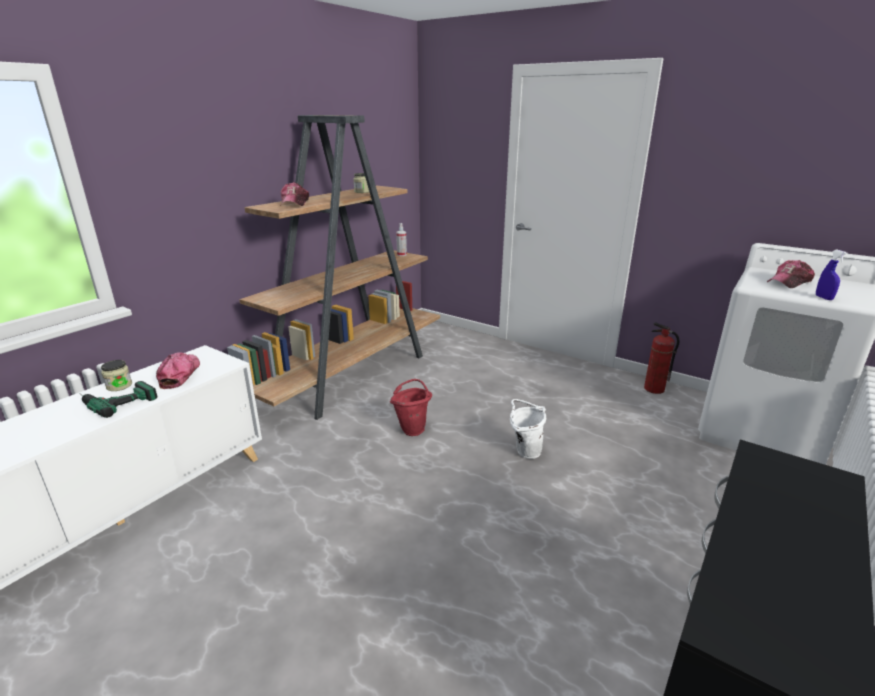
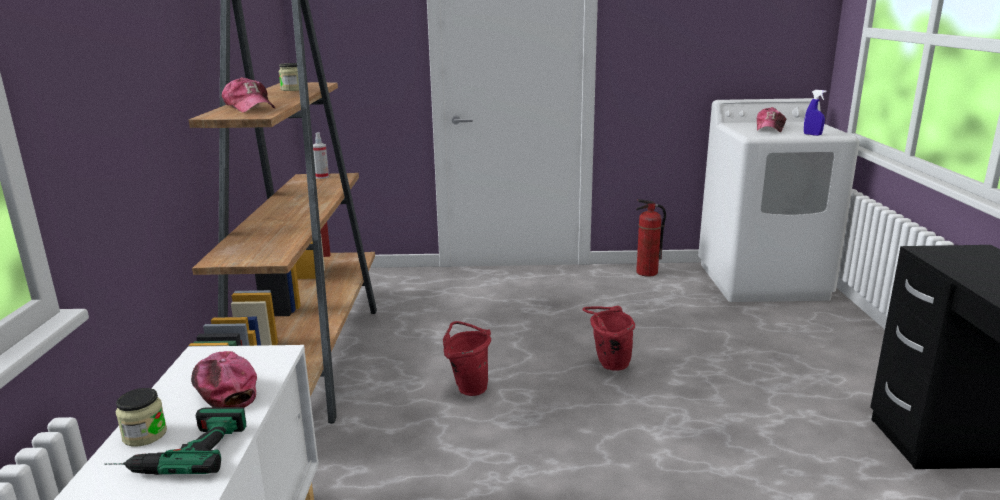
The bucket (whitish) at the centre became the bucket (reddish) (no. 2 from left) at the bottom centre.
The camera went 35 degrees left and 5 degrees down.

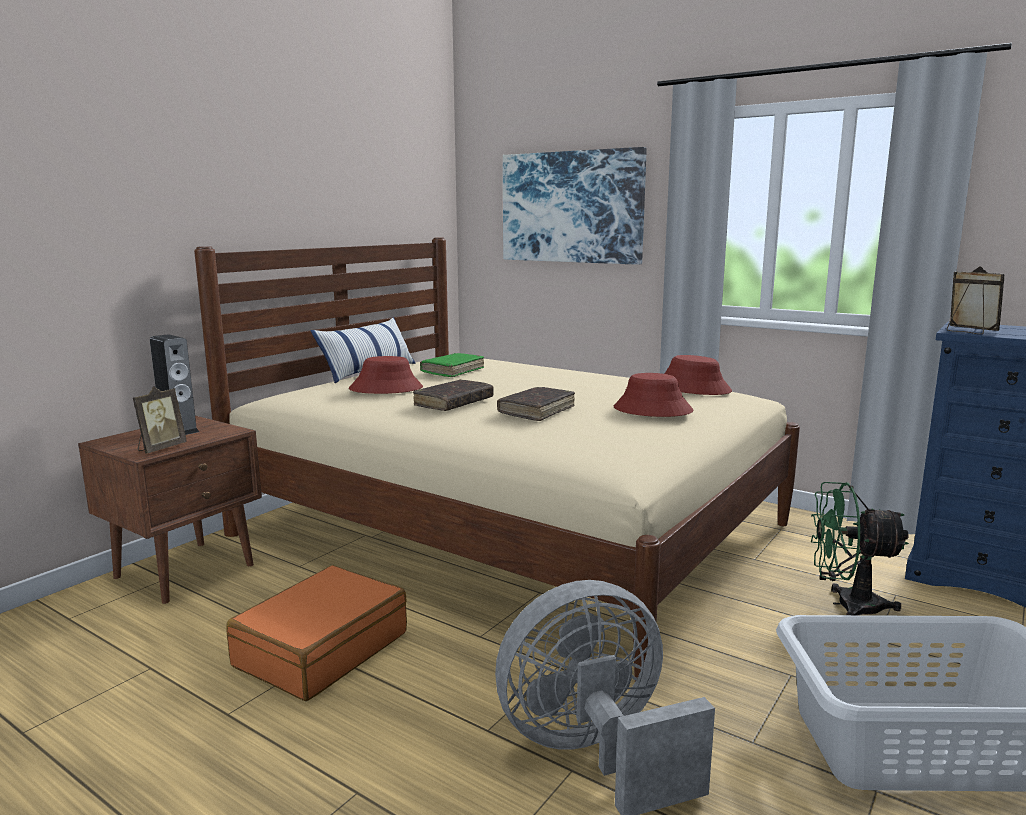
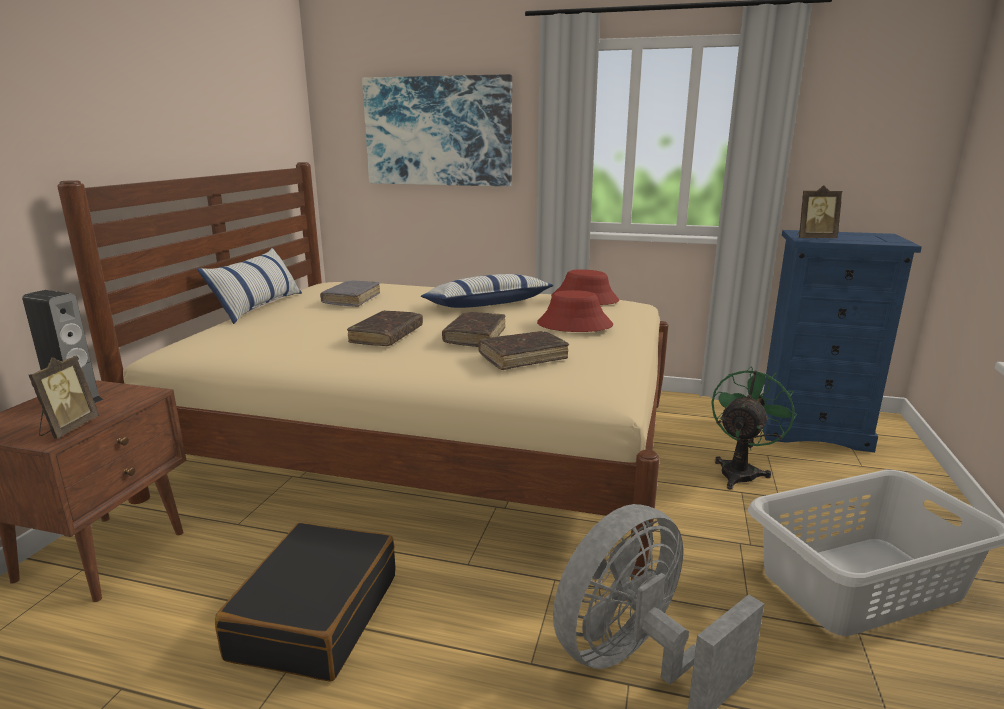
The suitcase (orangey) at the bottom left became the suitcase (black) at the bottom left.
The bound book (green) at the centre became the bound book (grey) at the centre.
The pillow (no. 2 from left) at the centre appeared.
The bound book (brownish) (no. 3 from left) at the centre appeared.
The electric fan (green) at the bottom right turned 135 degrees clockwise.
The picture frame (no. 2 from left) at the middle right turned 150 degrees clockwise.
The clothing hat (reddish) (no. 1 from left) at the centre disappeared.
The camera went 20 degrees left and 5 degrees up.

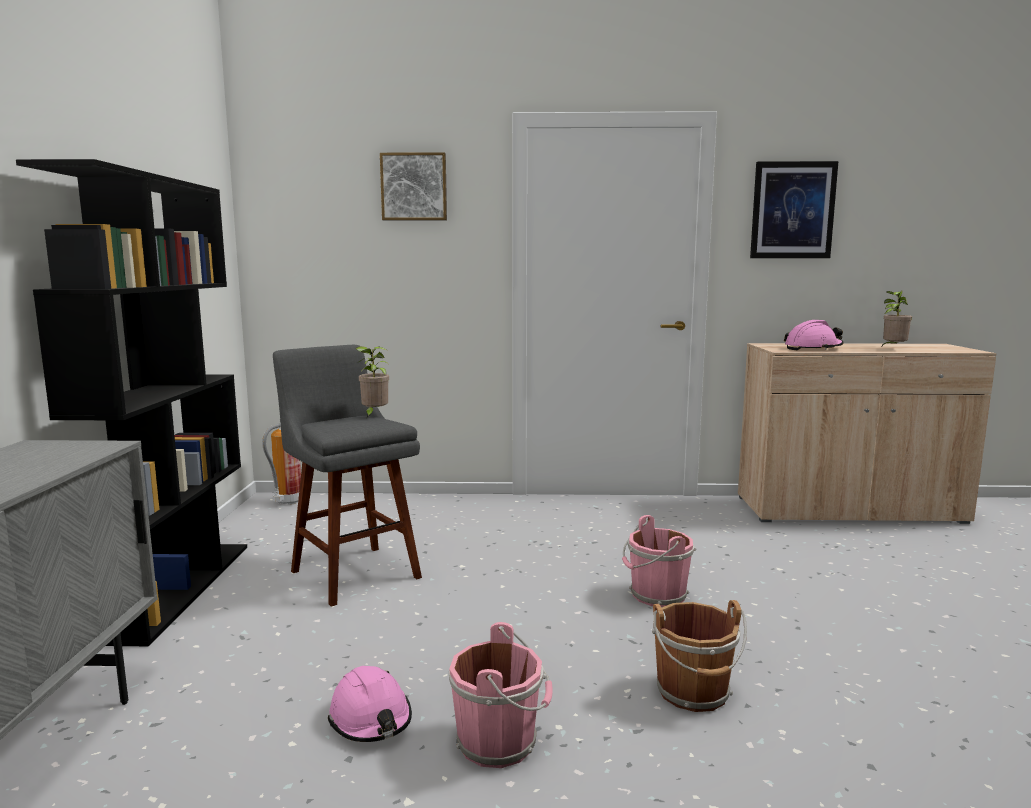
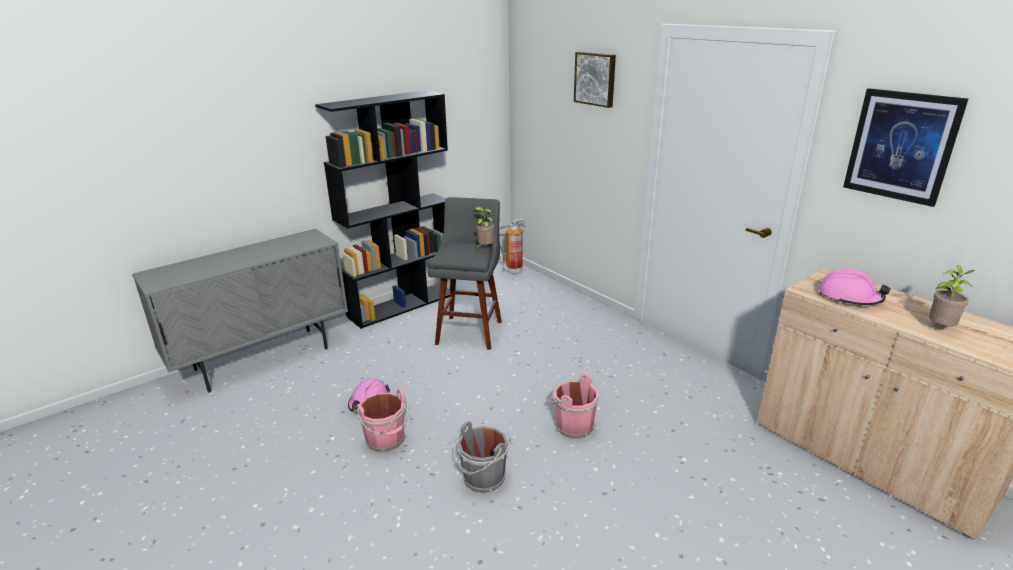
The bucket (brownish) at the bottom right became the bucket (grey) at the bottom centre.
The camera went 50 degrees right and 15 degrees up.

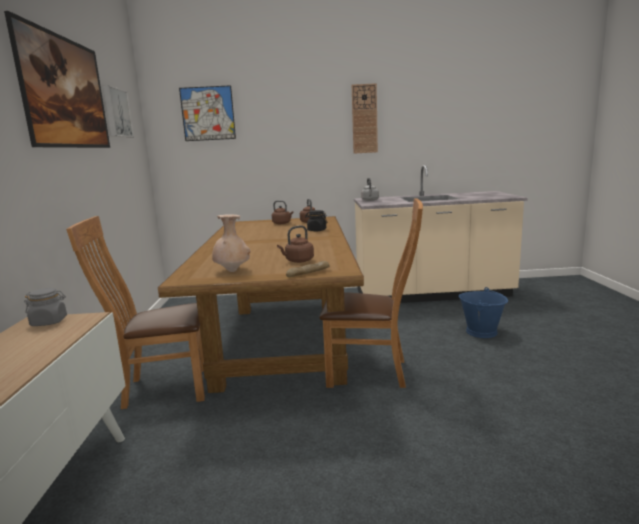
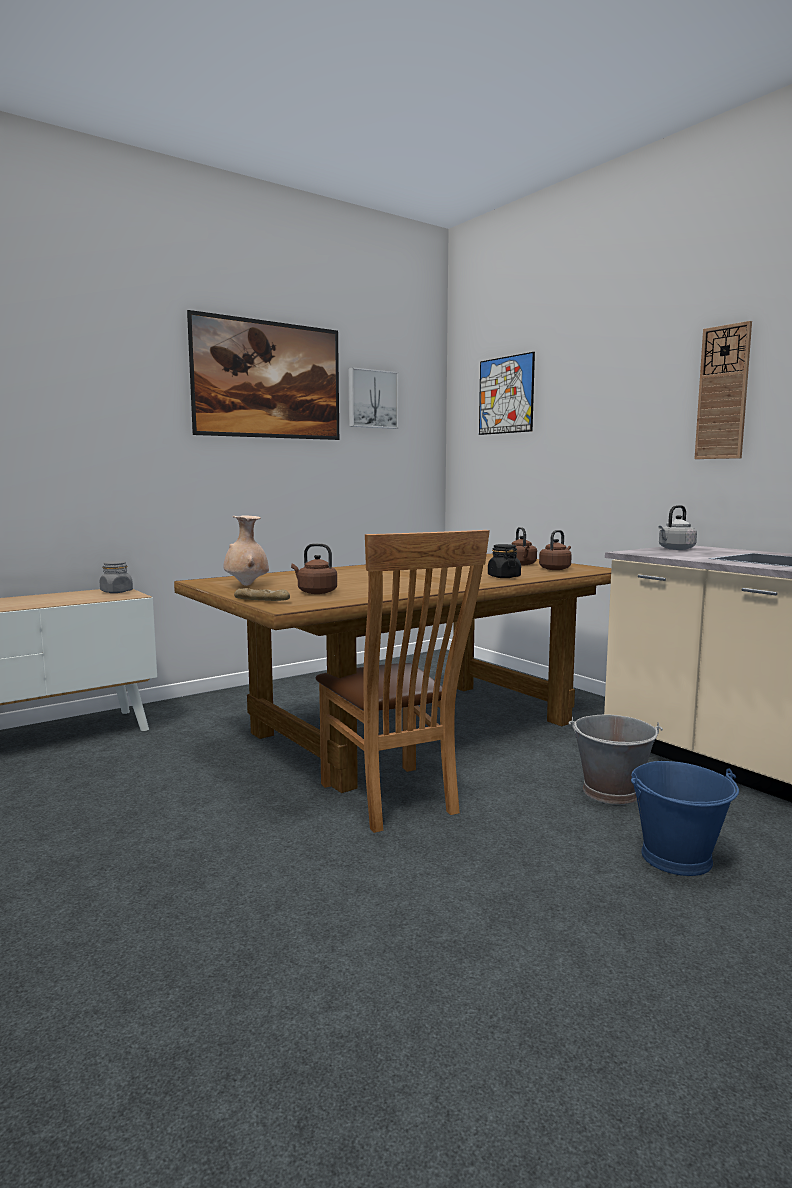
The bucket (grey) at the middle right appeared.
The upright chair (brownish) (no. 1 from left) at the middle left disappeared.
The camera went 55 degrees right and 5 degrees down.

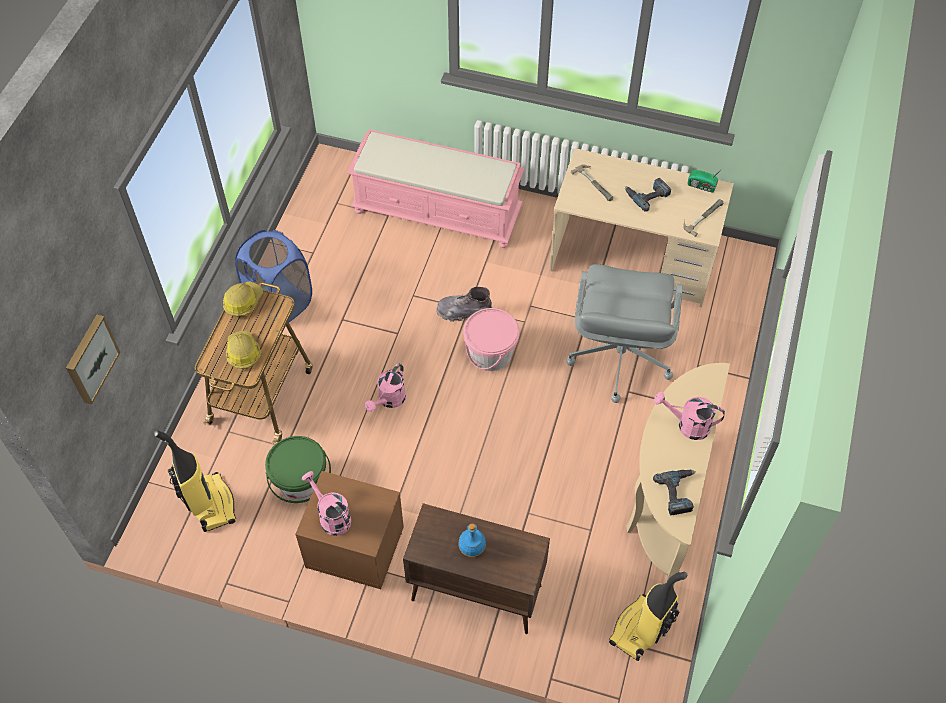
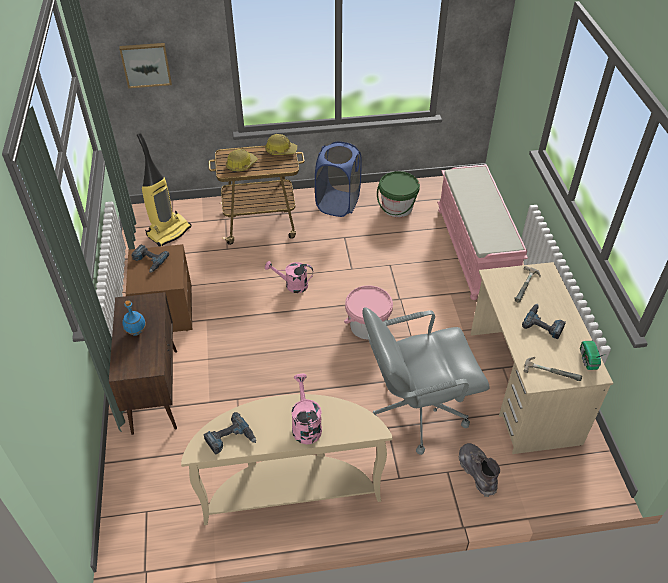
The watering can (pink-coloured) (no. 1 from left) at the bottom centre was replaced by the power drill (no. 1 from left) at the middle left.
The bucket (green) moved from the bottom left to the top centre.
The boot (grey) moved from the centre to the bottom right.
The vacuum (no. 2 from left) at the bottom right disappeared.
The camera went 65 degrees right and 10 degrees down.

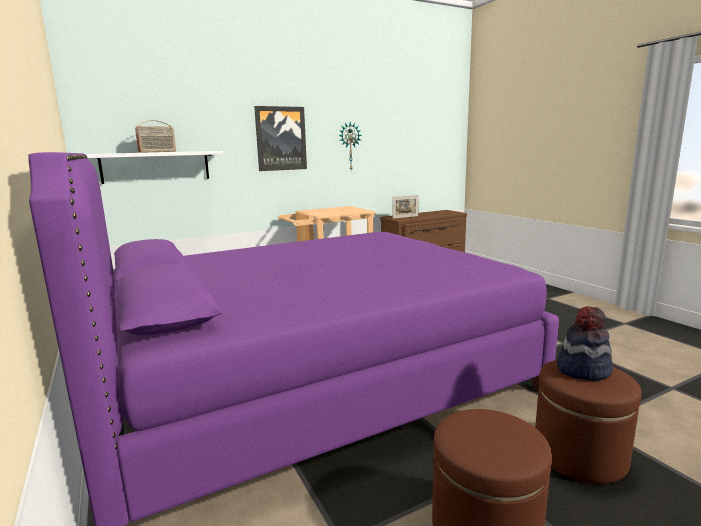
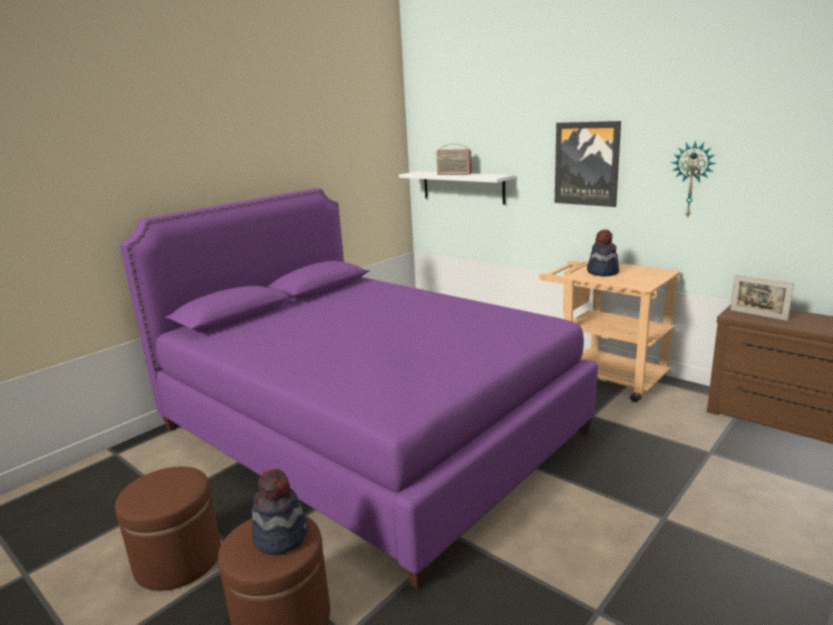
The clothing hat (no. 2 from left) at the middle right appeared.
The camera went 70 degrees right and 5 degrees up.

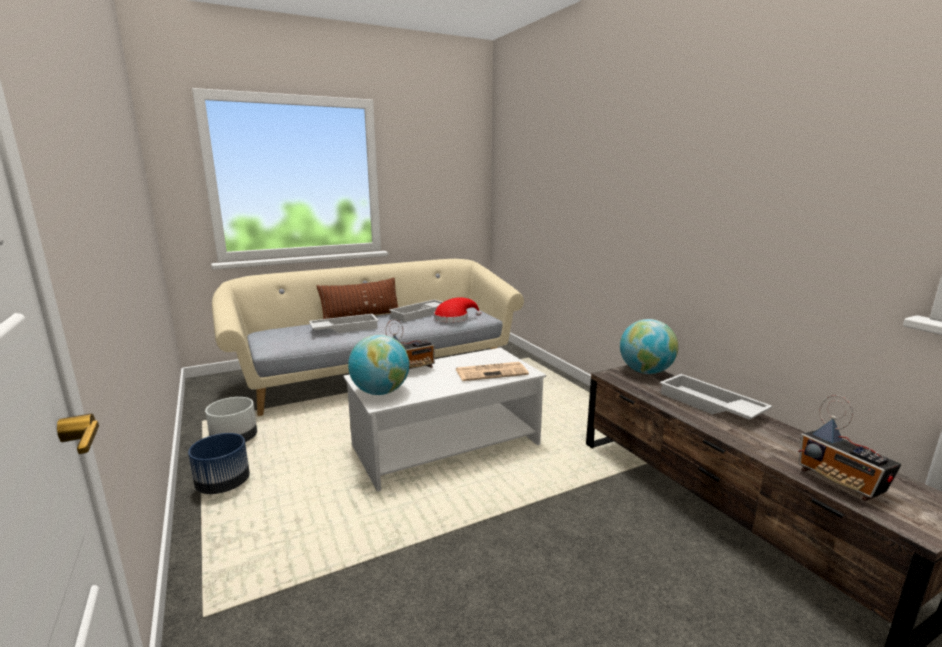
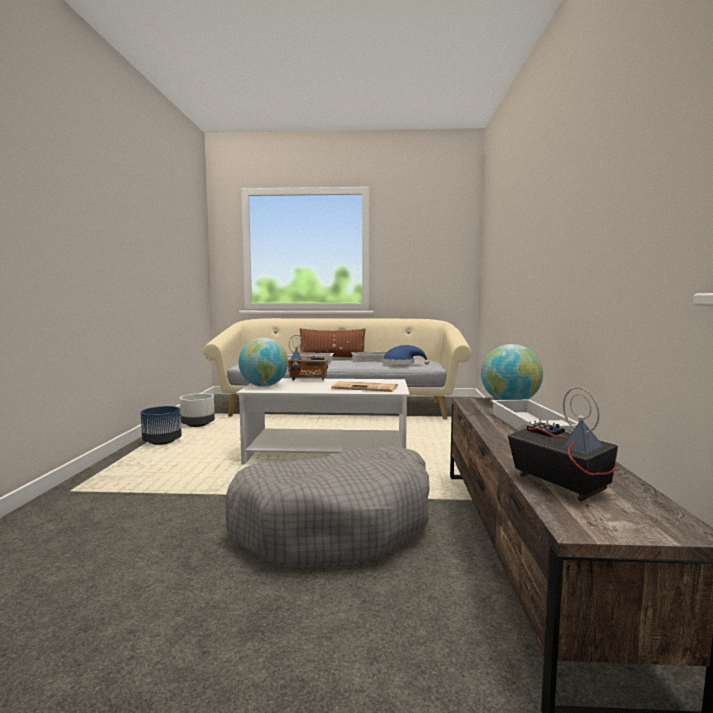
The dog cushion (grey) at the bottom centre appeared.
The clothing hat (reddish) at the centre became the clothing hat (blue) at the centre.
The radio set (no. 2 from left) at the bottom right turned 150 degrees clockwise.
The camera went 30 degrees right and 10 degrees down.

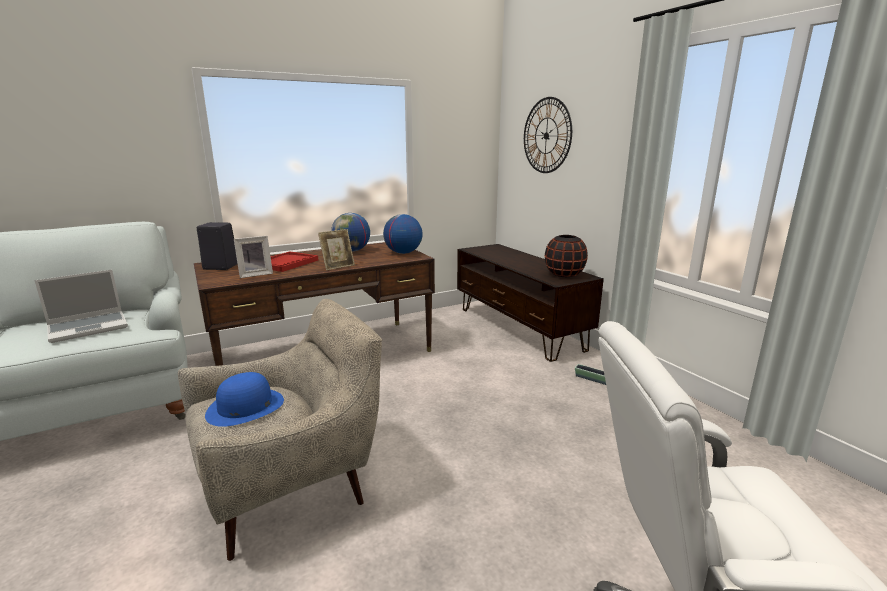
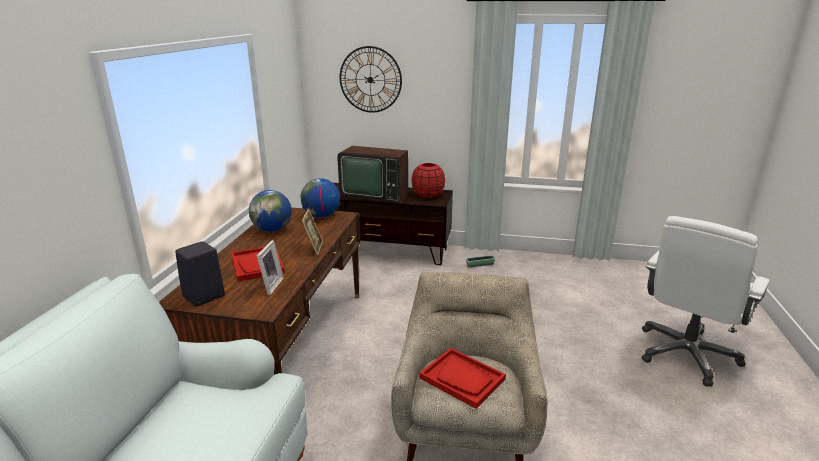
The TV at the centre appeared.
The flower vase (black) at the centre became the flower vase (reddish) at the centre.
The clothing hat (blue) at the bottom left was replaced by the serving tray (reddish) (no. 2 from left) at the bottom centre.
The notebook computer at the middle left disappeared.
The camera went 50 degrees left and 5 degrees up.

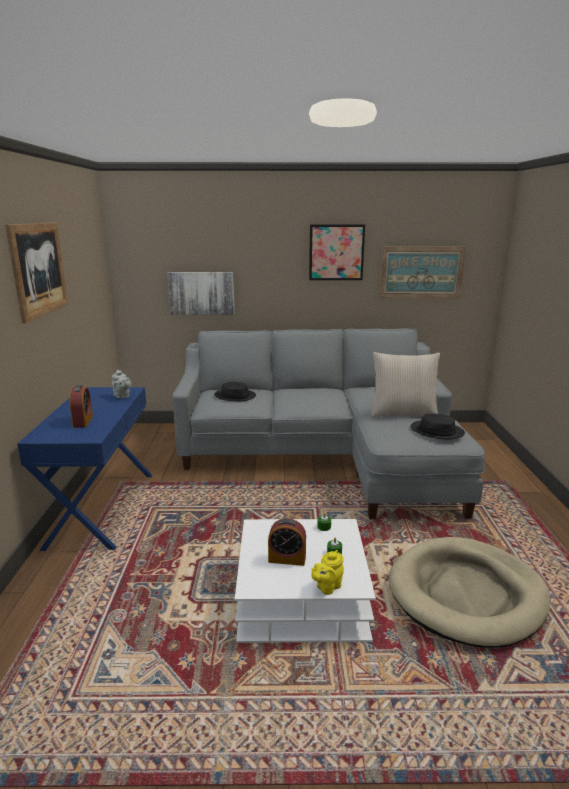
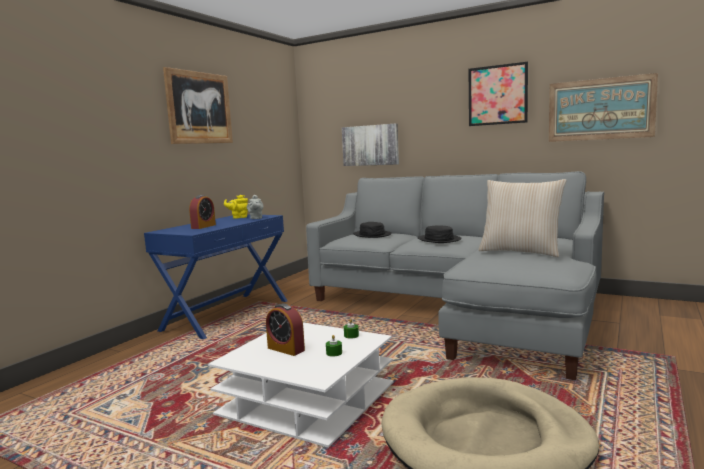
The teapot (yellow) moved from the bottom centre to the centre.
The clothing hat (black) (no. 2 from left) moved from the middle right to the centre.
The camera went 30 degrees right and 10 degrees down.

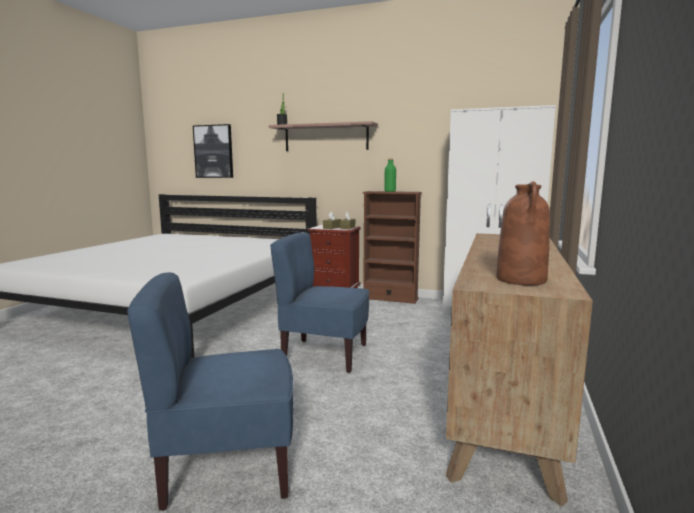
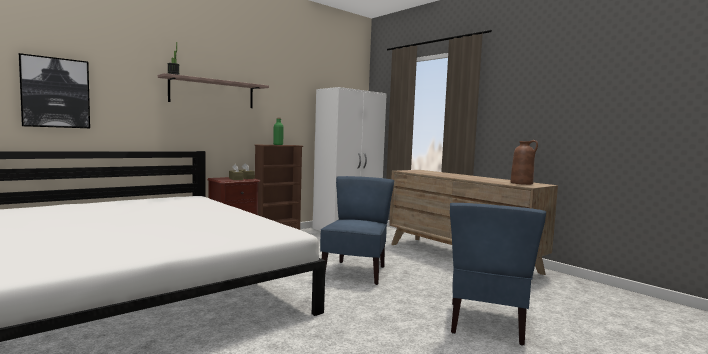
The upright chair (blue) (no. 2 from left in the first image) at the centre turned 150 degrees clockwise.
The camera went 60 degrees left and 5 degrees down.

